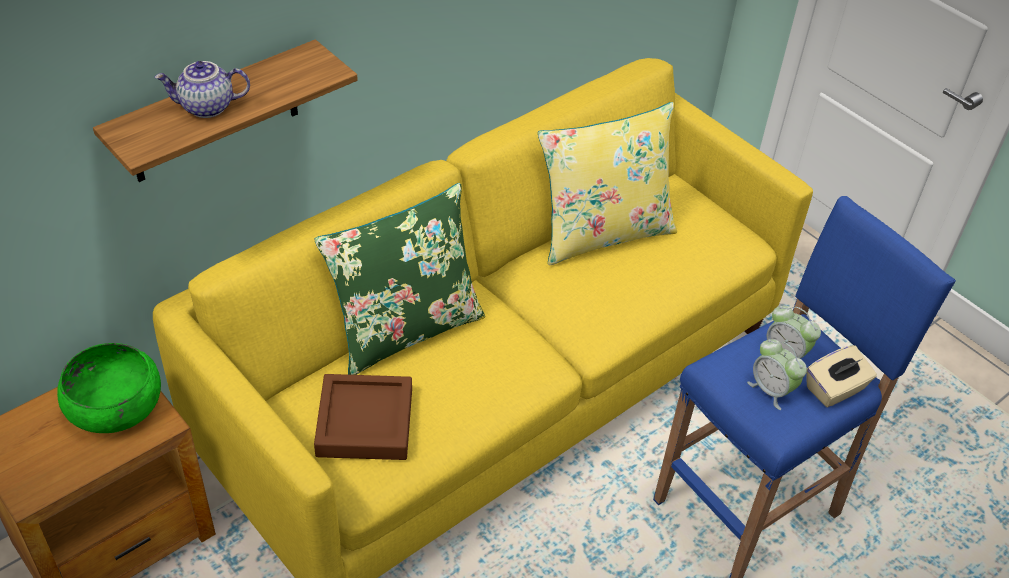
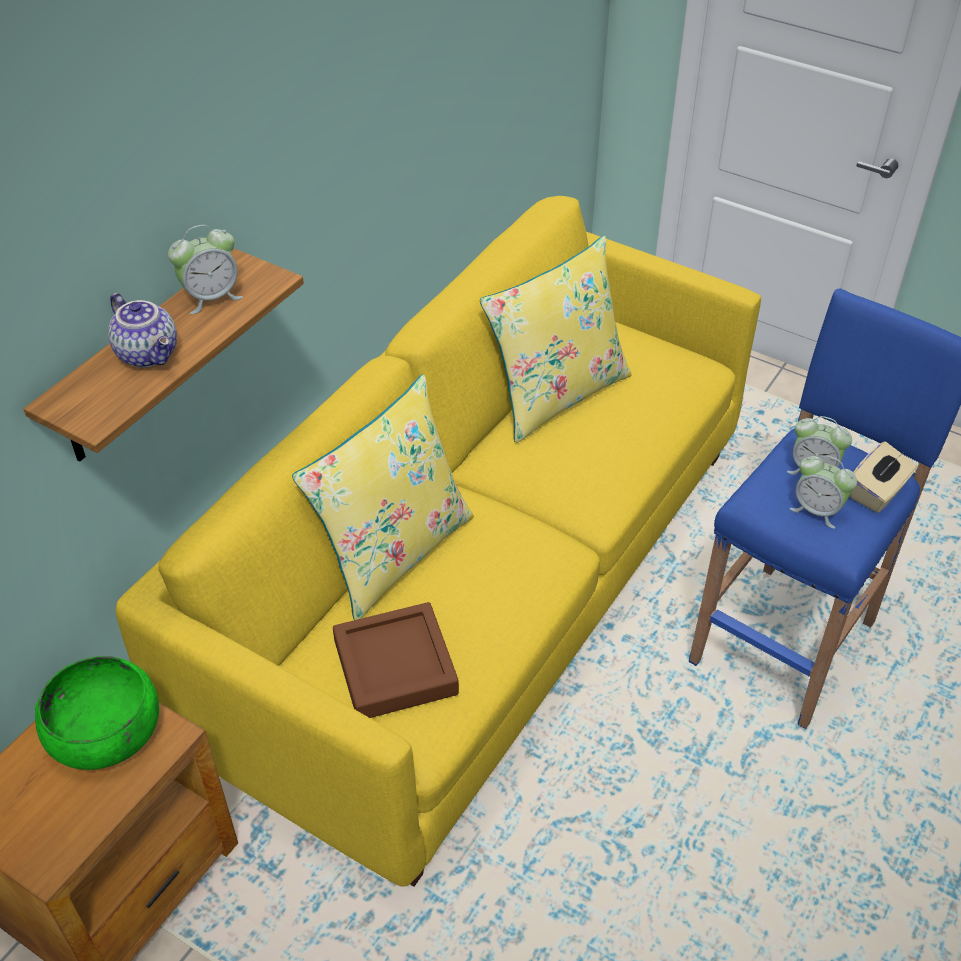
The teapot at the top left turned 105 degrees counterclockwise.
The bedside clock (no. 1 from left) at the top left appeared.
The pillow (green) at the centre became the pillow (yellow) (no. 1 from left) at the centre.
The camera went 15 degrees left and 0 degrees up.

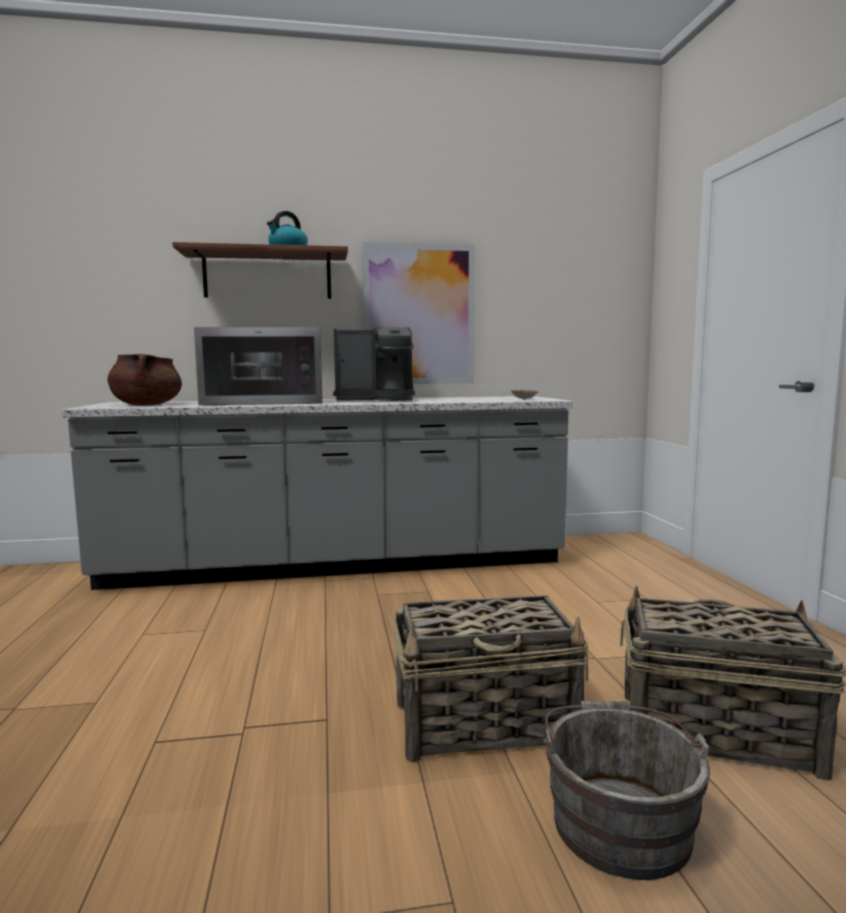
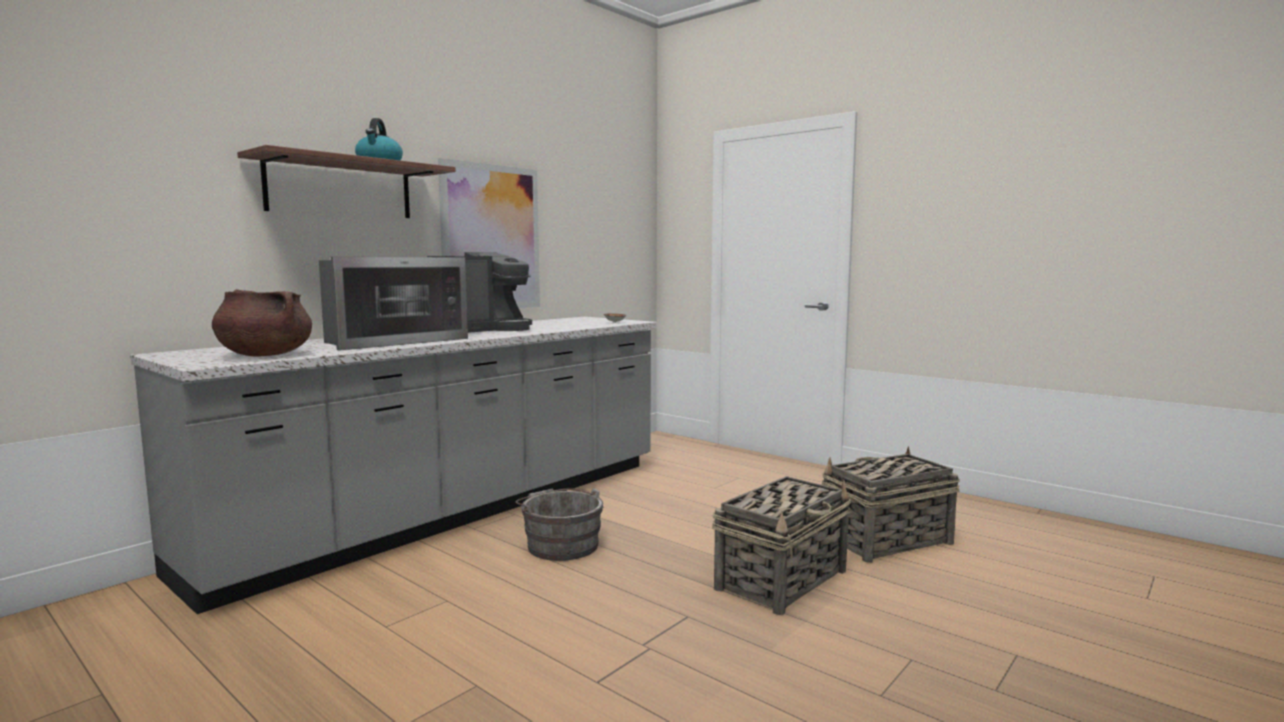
The bucket (grey) moved from the bottom right to the bottom centre.
The camera went 40 degrees left and 0 degrees up.

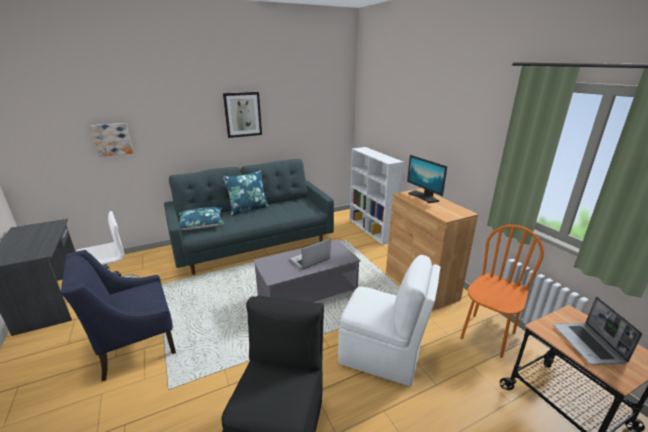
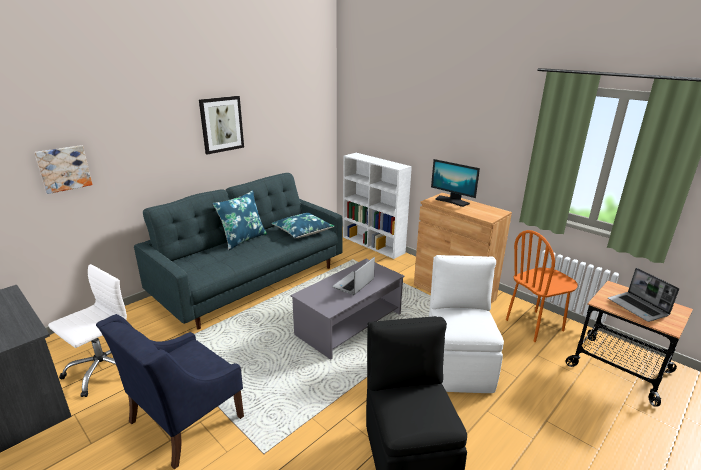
The pillow (blue) (no. 1 from left in the first image) moved from the middle left to the centre.
The upright chair (whitish) at the bottom centre turned 90 degrees counterclockwise.
The upright chair (orangey) at the bottom right turned 135 degrees counterclockwise.
The camera went 20 degrees left and 0 degrees up.

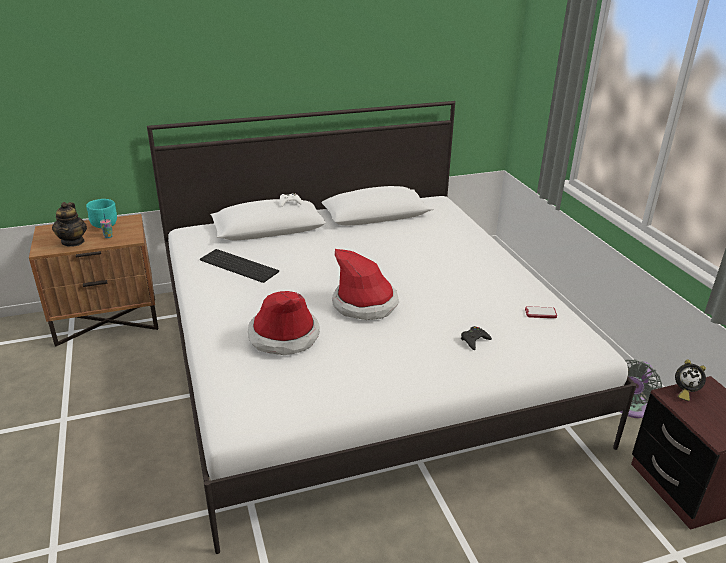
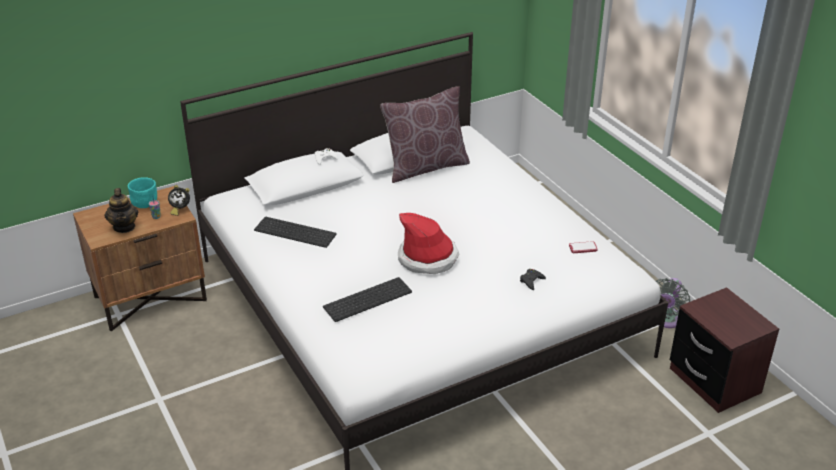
The bedside clock moved from the bottom right to the middle left.
The clothing hat (no. 1 from left) at the centre was replaced by the keyboard (no. 2 from left) at the centre.
The pillow (brownish) at the top centre appeared.
The camera went 10 degrees left and 5 degrees up.

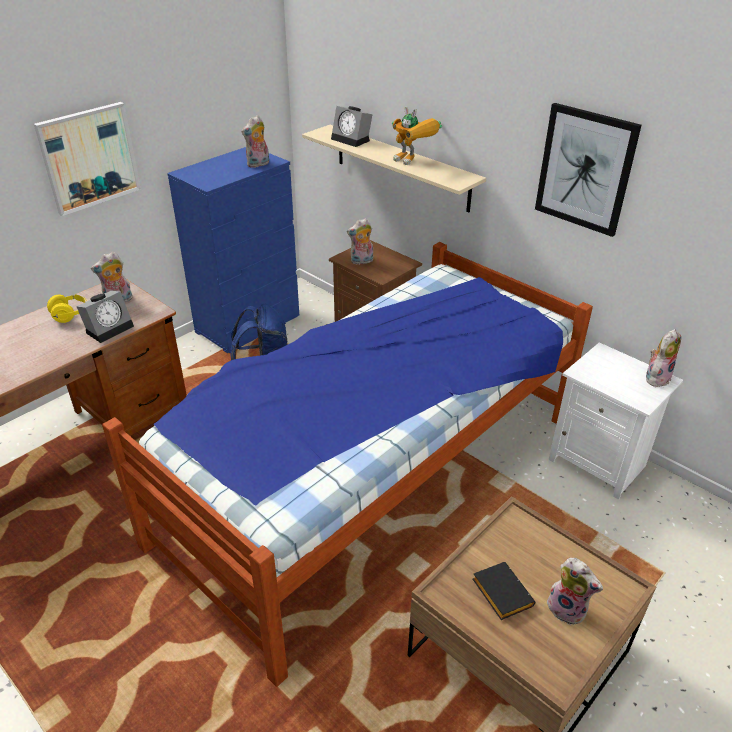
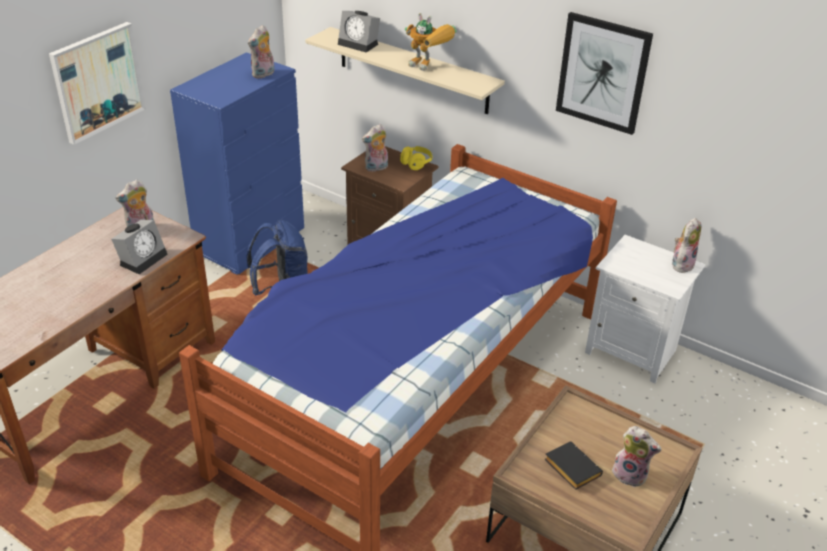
The headphones (yellow) moved from the middle left to the top centre.
The camera went 10 degrees left and 0 degrees up.

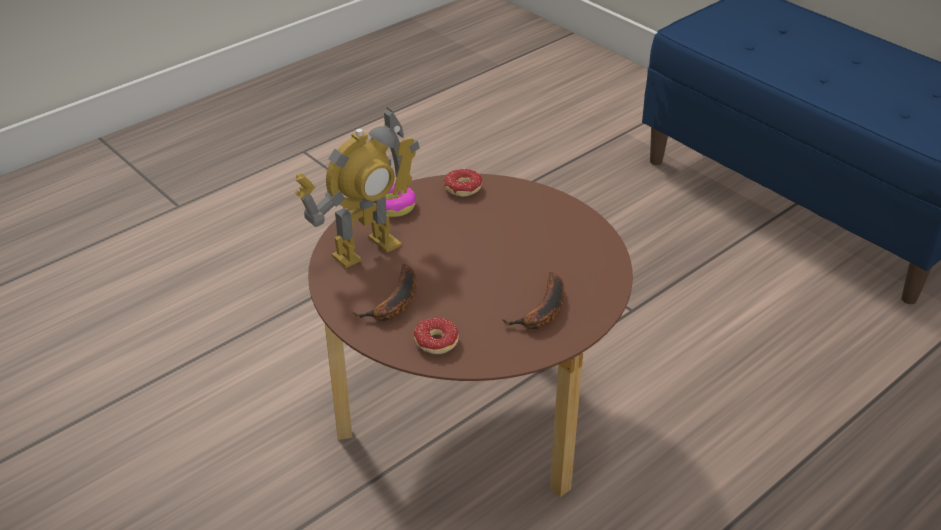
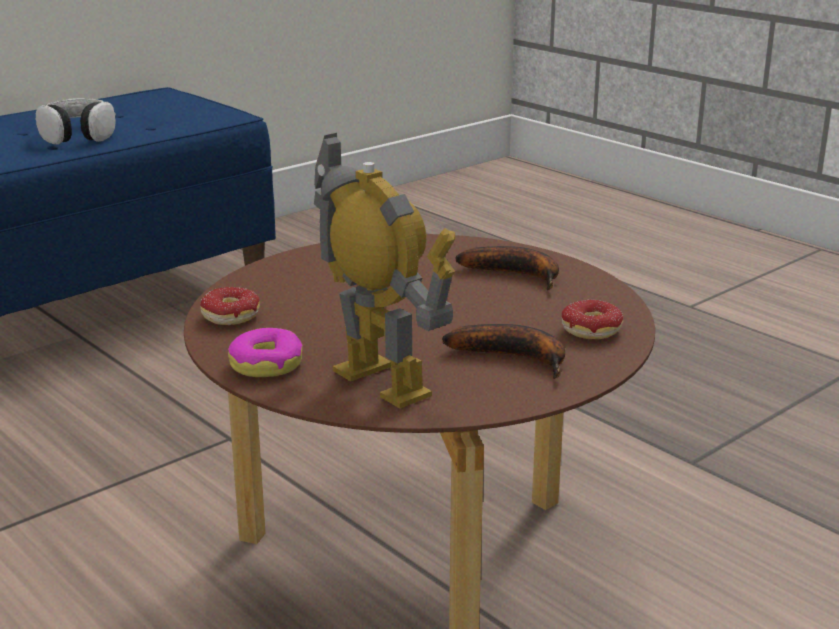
The headphones at the top left appeared.
The camera went 90 degrees left and 15 degrees down.

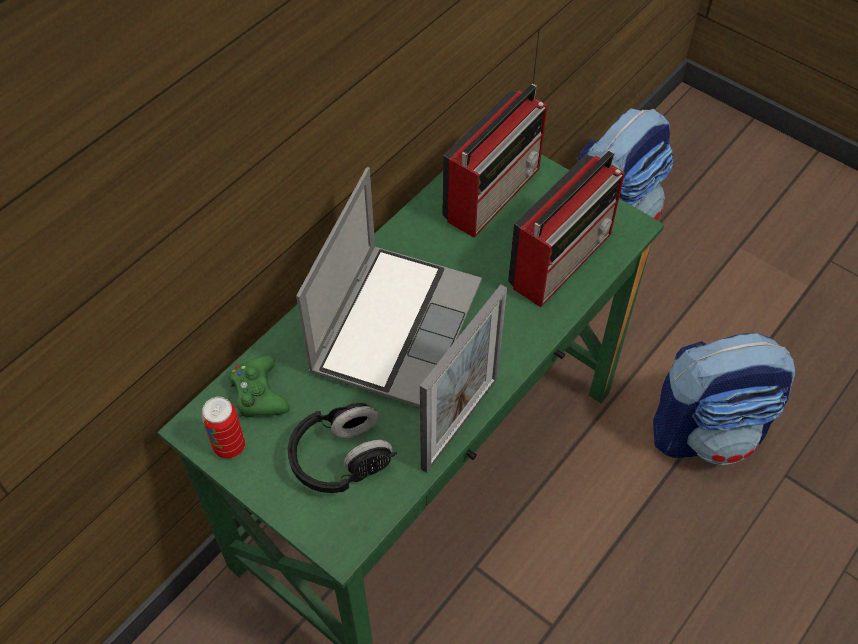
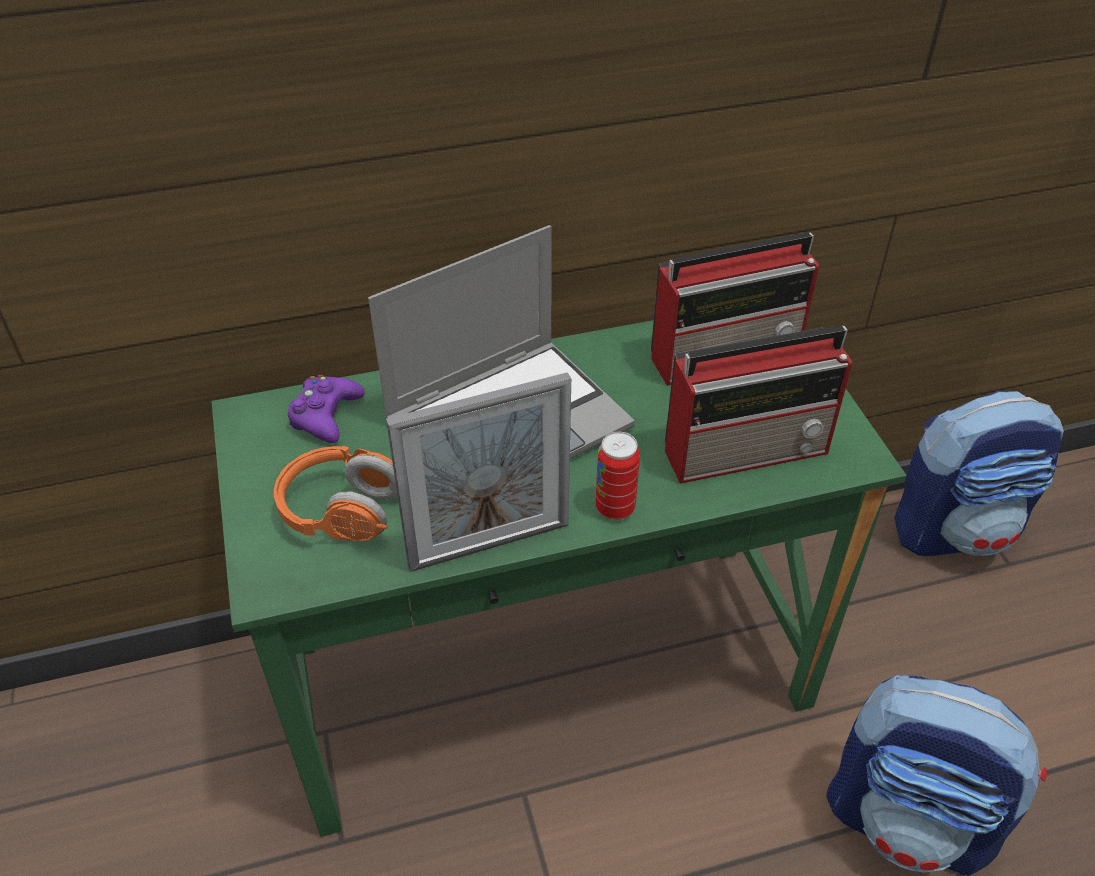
The headphones (black) at the bottom centre became the headphones (orangey) at the middle left.
The game controller (green) at the middle left became the game controller (purple-coloured) at the middle left.
The metal can moved from the middle left to the centre.
The camera went 35 degrees right and 10 degrees down.

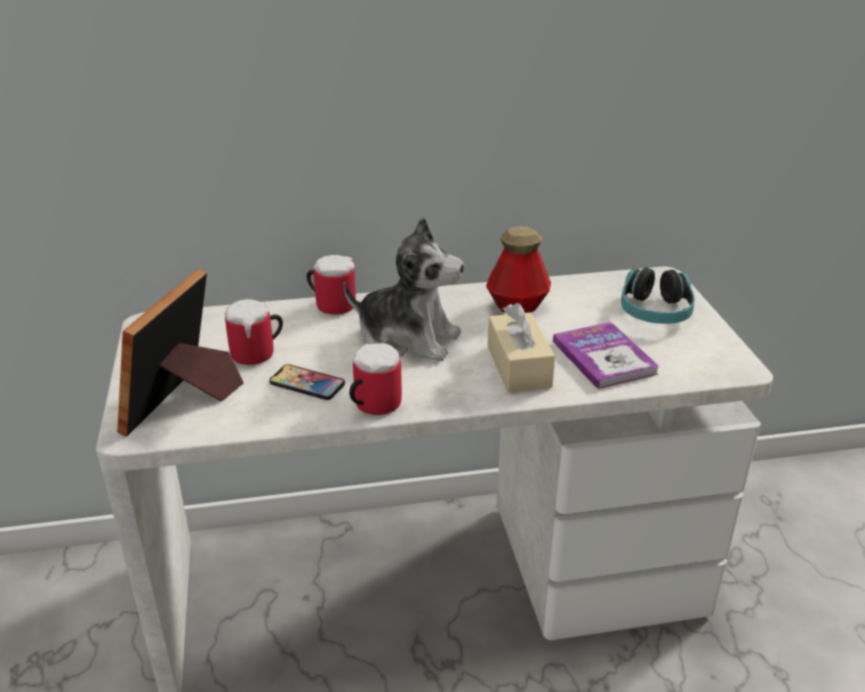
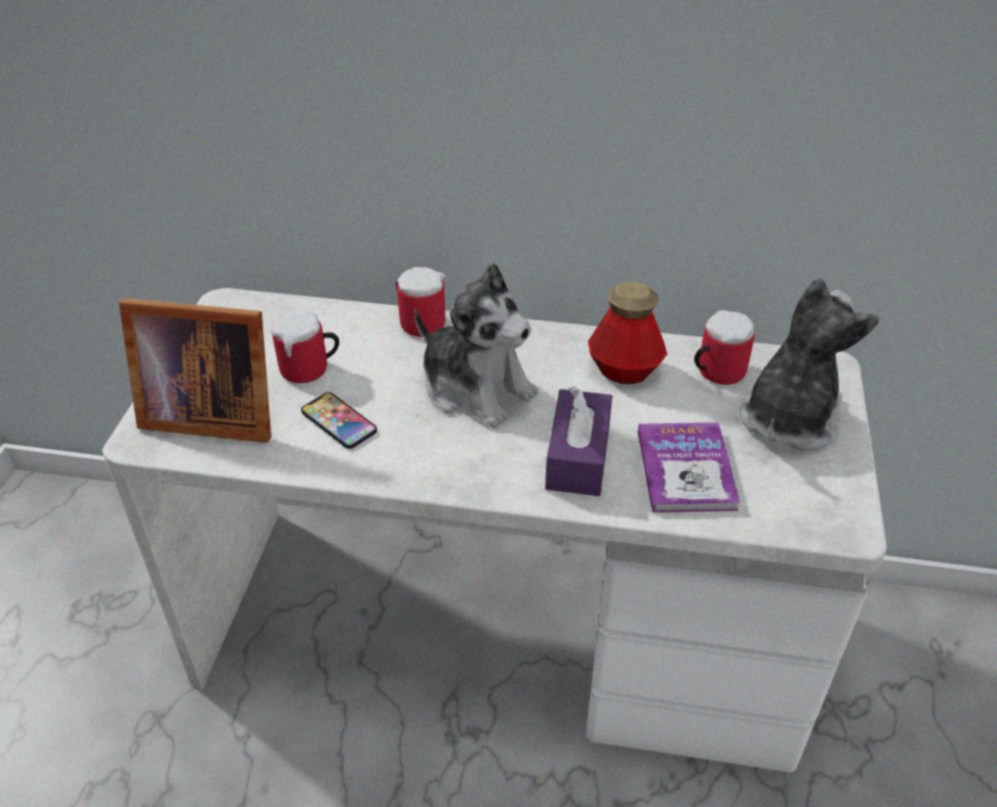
The picture frame at the middle left turned 120 degrees counterclockwise.
The tissue box (beige) at the centre became the tissue box (purple-coloured) at the centre.
The tea mug (no. 3 from left) moved from the centre to the middle right.
The headphones at the middle right was replaced by the cuddly toy (no. 2 from left) at the middle right.
The camera went 20 degrees right and 10 degrees up.

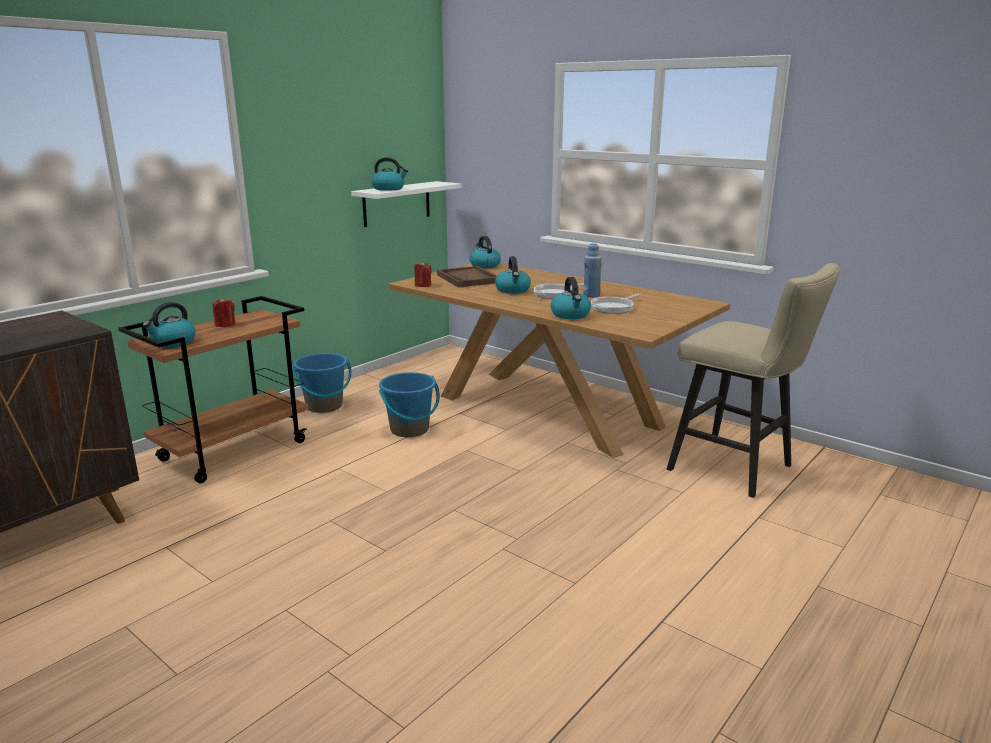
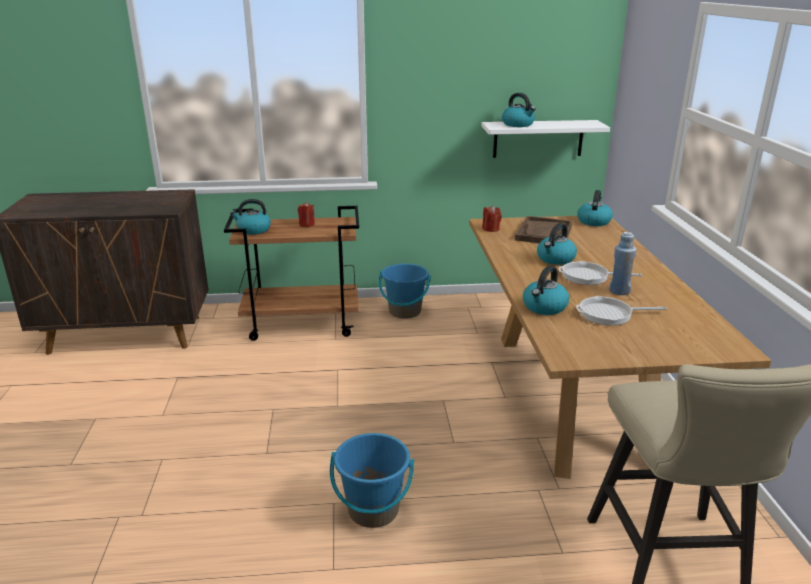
The bucket (blue) (no. 2 from left in the first image) moved from the centre to the bottom centre.
The camera went 45 degrees right and 5 degrees up.

